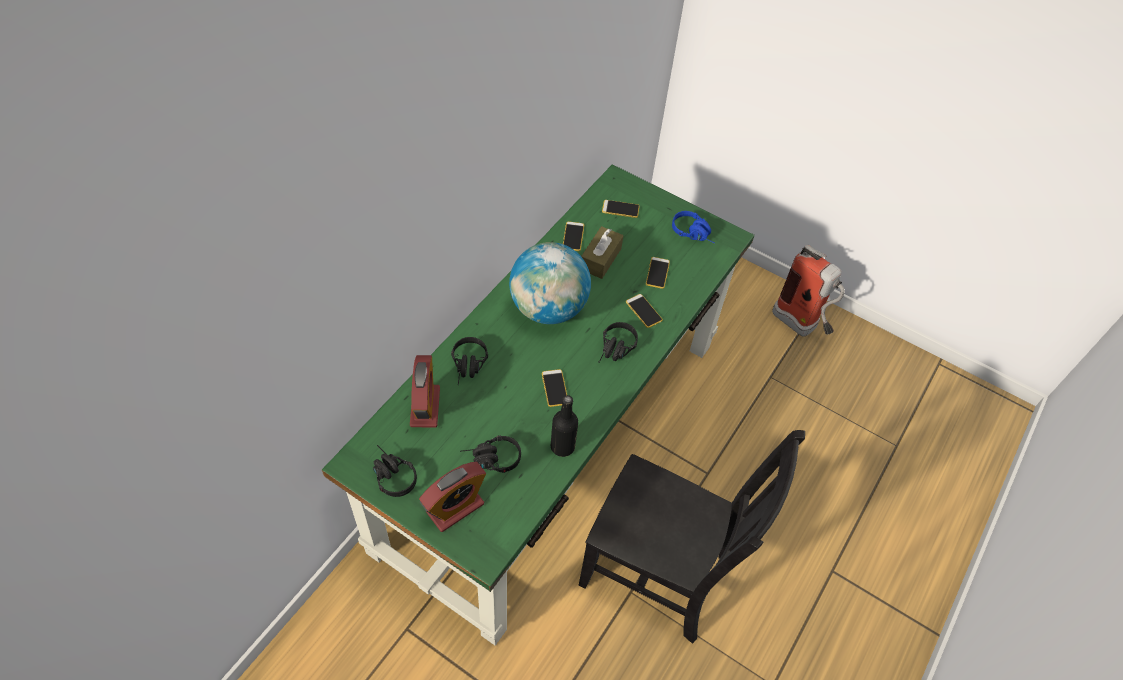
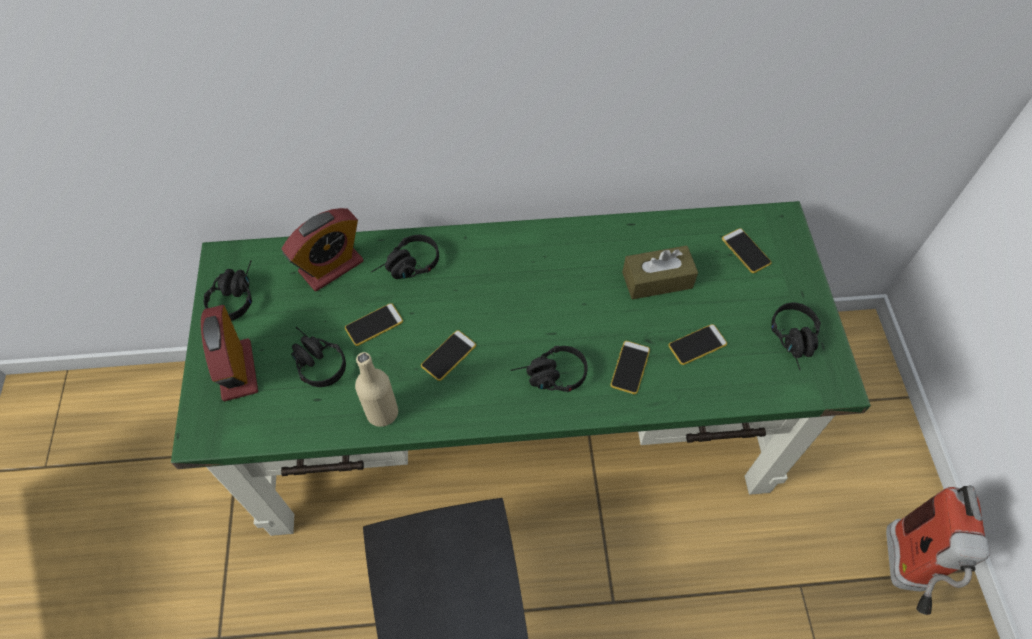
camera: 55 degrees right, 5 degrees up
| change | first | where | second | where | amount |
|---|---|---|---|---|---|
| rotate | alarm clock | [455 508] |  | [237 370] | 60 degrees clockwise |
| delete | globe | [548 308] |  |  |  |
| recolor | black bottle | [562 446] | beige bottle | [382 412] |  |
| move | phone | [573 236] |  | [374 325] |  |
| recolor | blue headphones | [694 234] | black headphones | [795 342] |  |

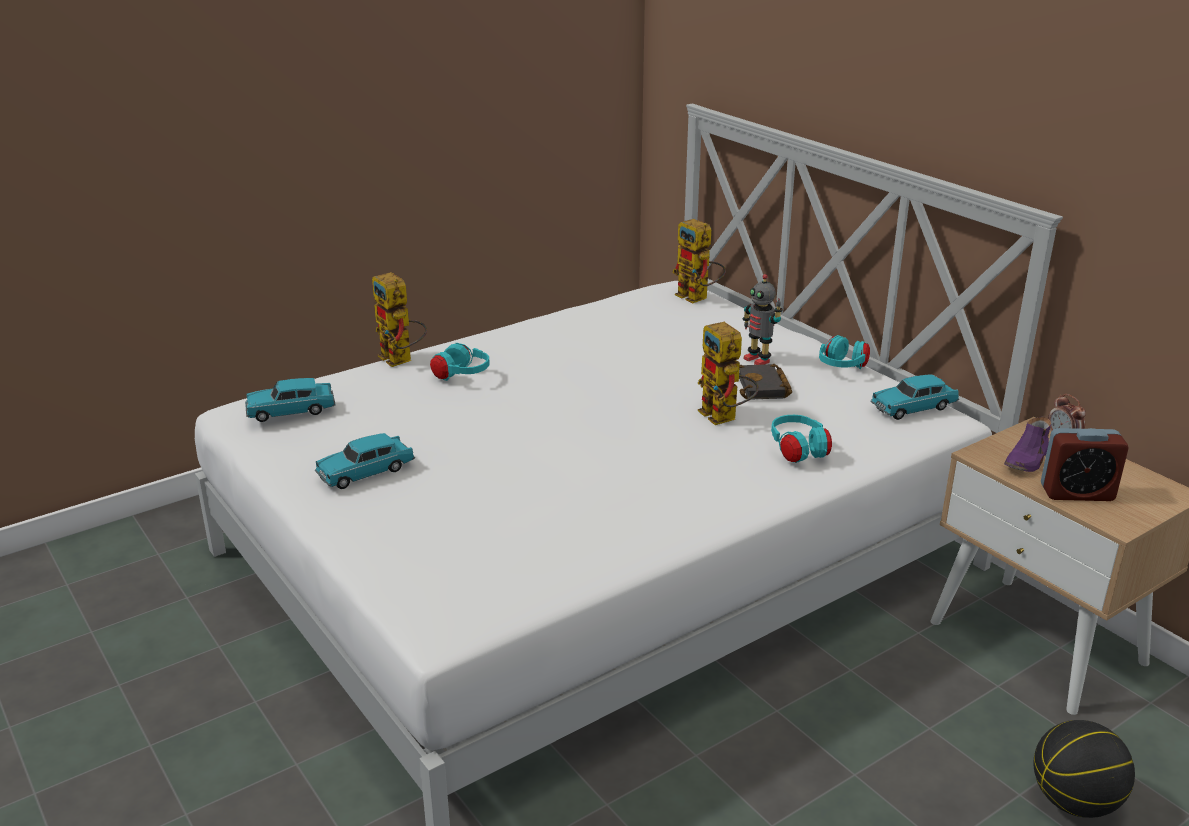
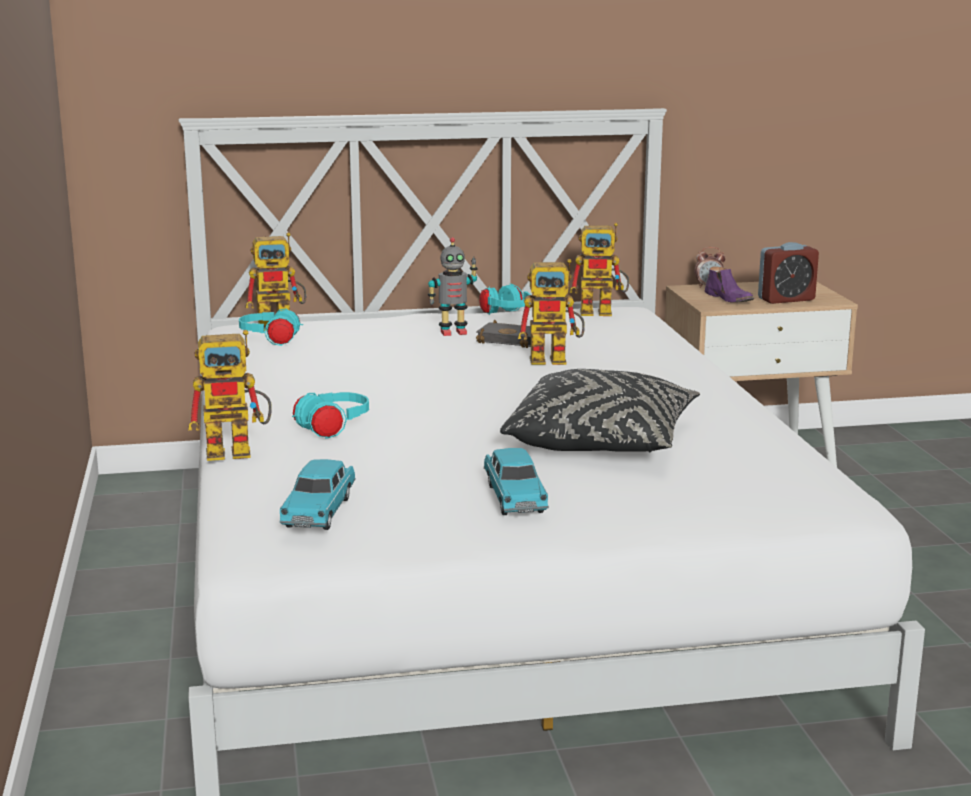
camera: 65 degrees left, 10 degrees down
| change | first | where | second | where | amount |
|---|---|---|---|---|---|
| move | turquoise headphones | [798 452] |  | [271 341] |  |
| replace | turquoise toy car | [913 408] | toy robot | [603 312] |  |
| delete | basketball | [1074 802] |  |  |  |
| rotate | alarm clock | [1077 493] |  | [786 299] | 45 degrees clockwise |
| insert |  |  | black pillow | [601 442] |  |

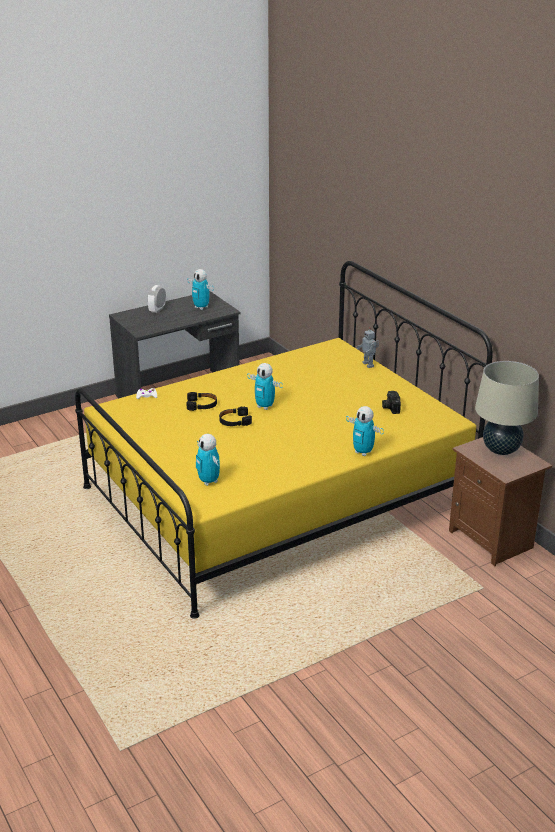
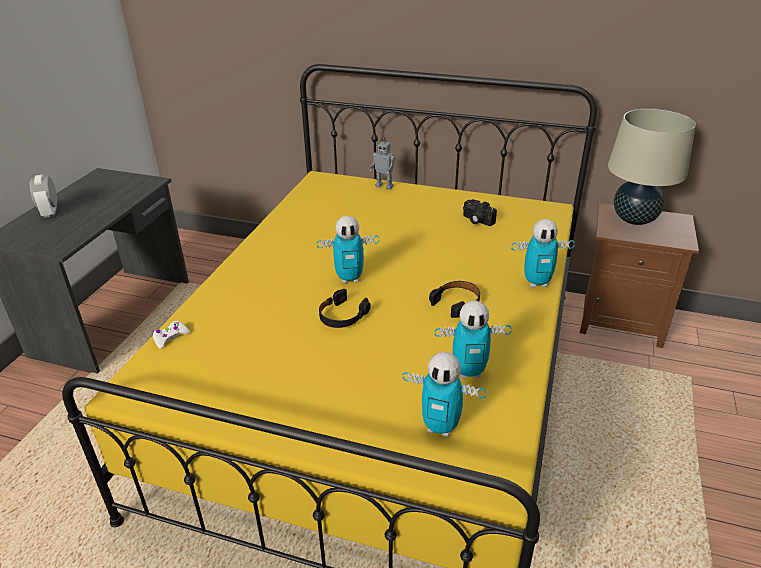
camera: 40 degrees left, 5 degrees up
| change | first | where | second | where | amount |
|---|---|---|---|---|---|
| move | toy robot | [201 307] |  | [469 372] |  |
| move | black headphones | [202 405] |  | [457 302] |  |

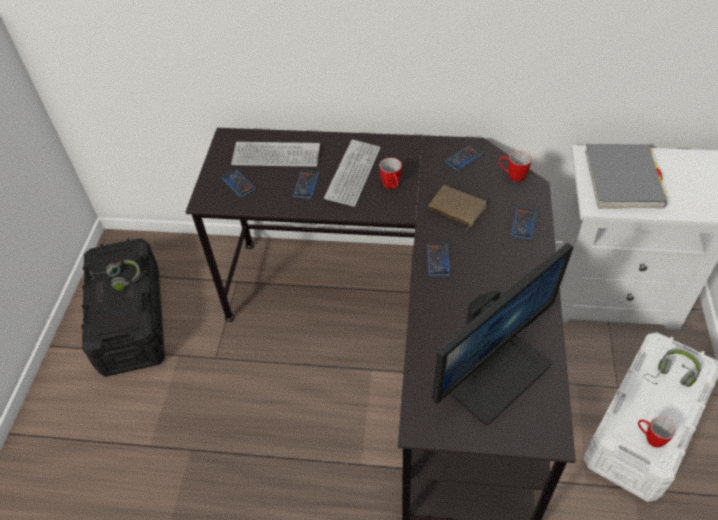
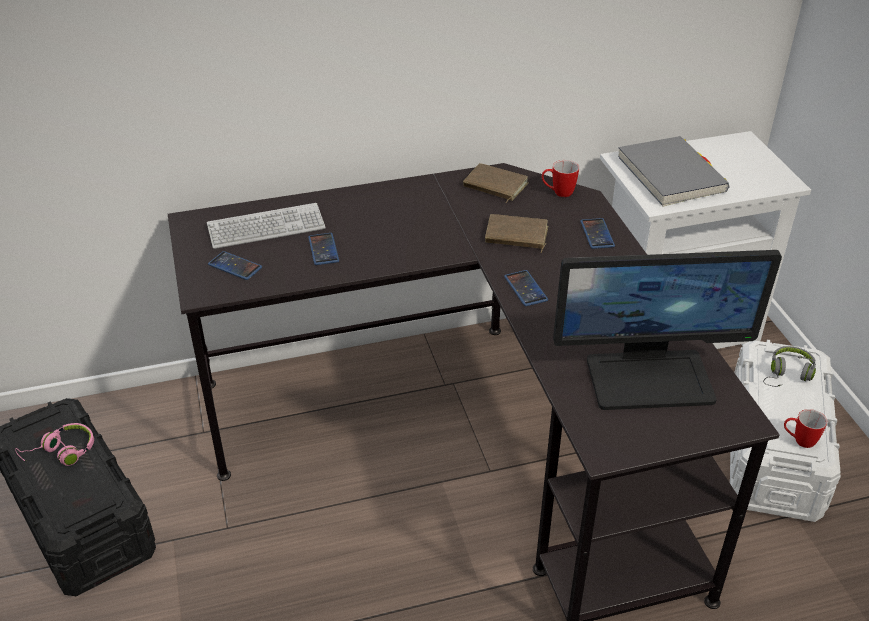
camera: 25 degrees left, 10 degrees down
| change | first | where | second | where | amount |
|---|---|---|---|---|---|
| recolor | grey headphones | [118 279] | pink headphones | [61 452] |  |
| delete | keyboard | [353 173] |  |  |  |
| delete | mug | [392 187] |  |  |  |
| rotate | monitor | [493 372] |  | [650 378] | 60 degrees clockwise |
| replace | phone | [463 158] | brown book | [494 186] |  |

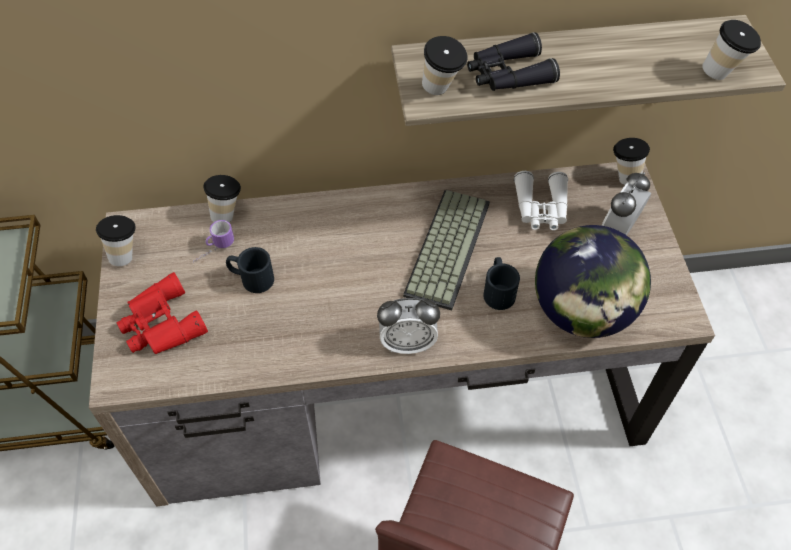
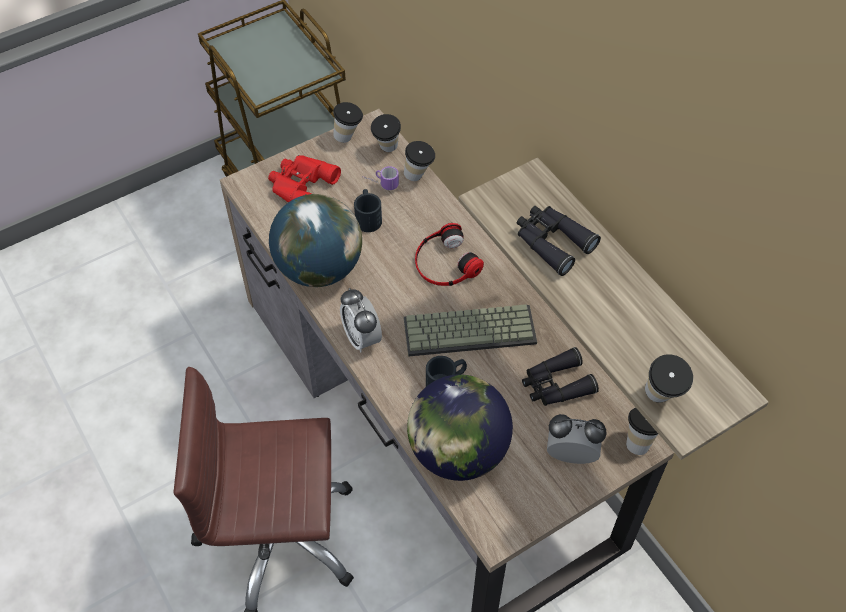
camera: 65 degrees right, 0 degrees up
| change | first | where | second | where | amount |
|---|---|---|---|---|---|
| move | cup | [442 91] |  | [387 150] |  |
| recolor | white binoculars | [541 208] | black binoculars | [555 385] |  |
| insert |  |  | globe | [319 269] |  |
| insert |  |  | headphones | [445 262] |  |

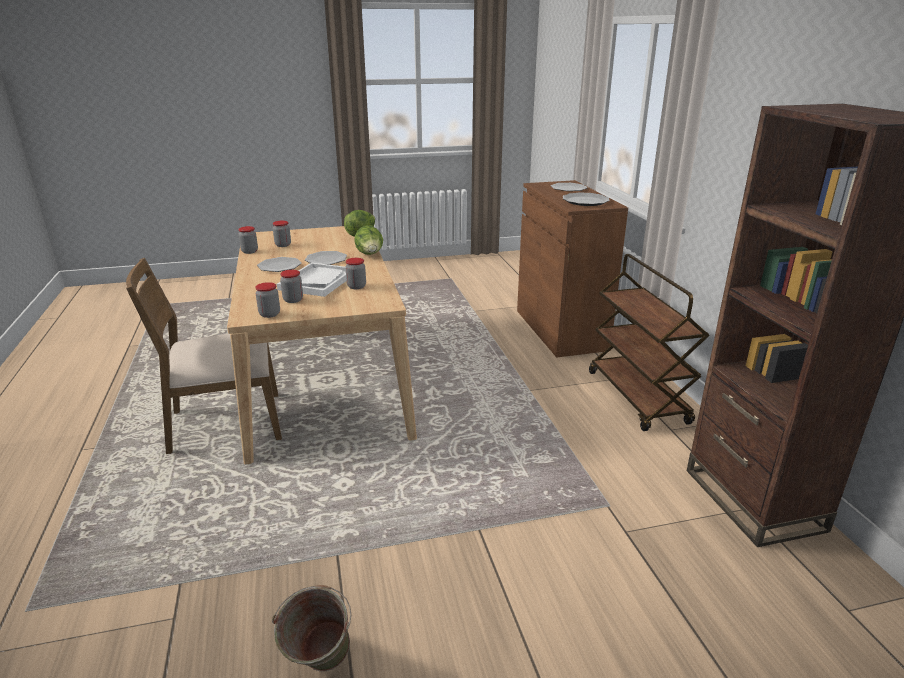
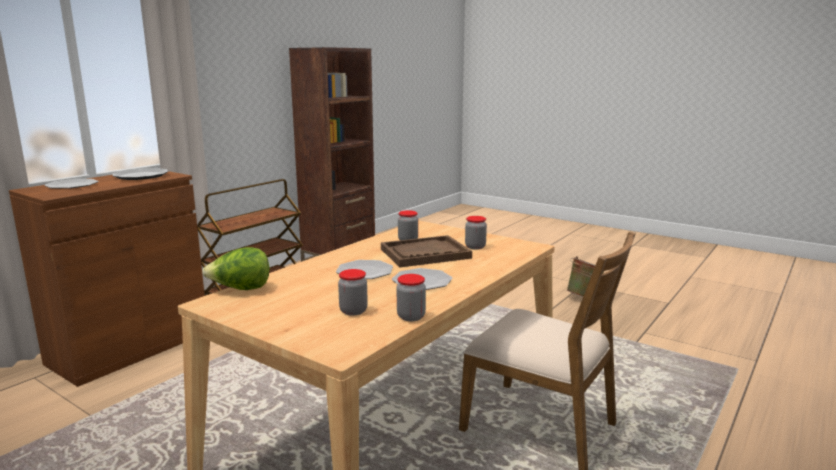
camera: 130 degrees left, 10 degrees down
| change | first | where | second | where | amount |
|---|---|---|---|---|---|
| delete | jar | [269 314] |  |  |  |
| recolor | white tray | [318 281] | brown tray | [425 254] |  |
| delete | lettuce | [370 255] |  |  |  |

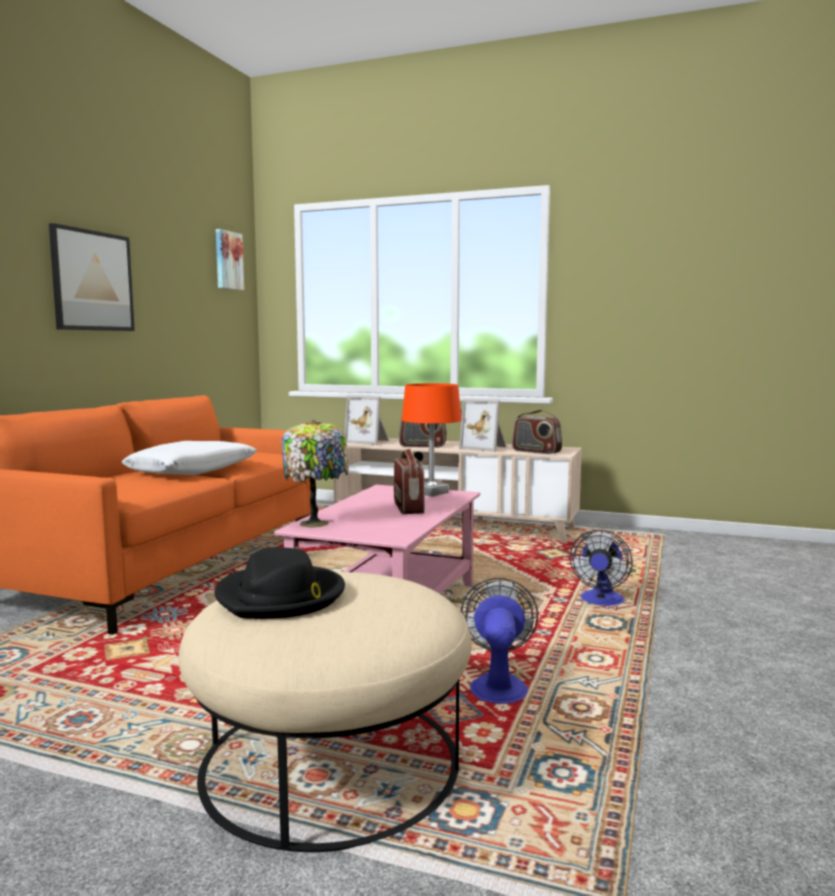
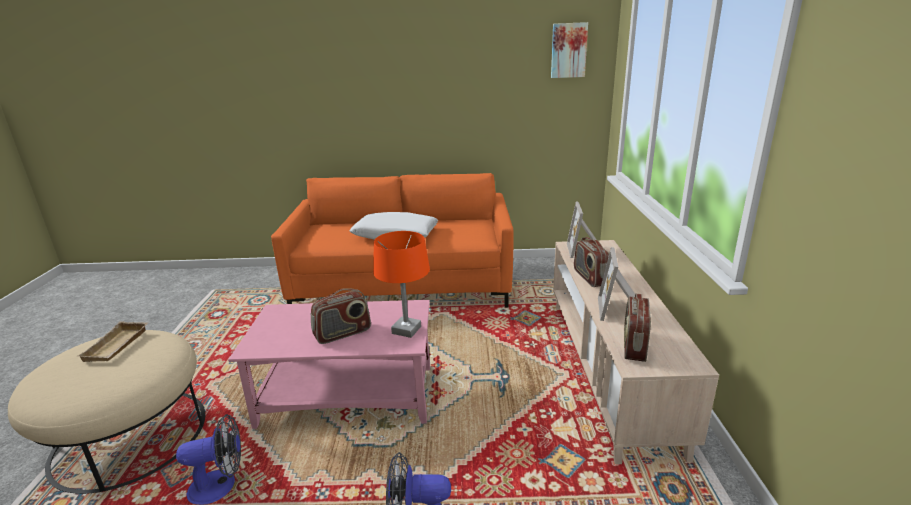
camera: 70 degrees right, 15 degrees up
| change | first | where | second | where | amount |
|---|---|---|---|---|---|
| delete | picture | [92 281] |  |  |  |
| replace | black hat | [281 597] | beige tray | [117 346] |  |
| delete | table lamp | [316 523] |  |  |  |

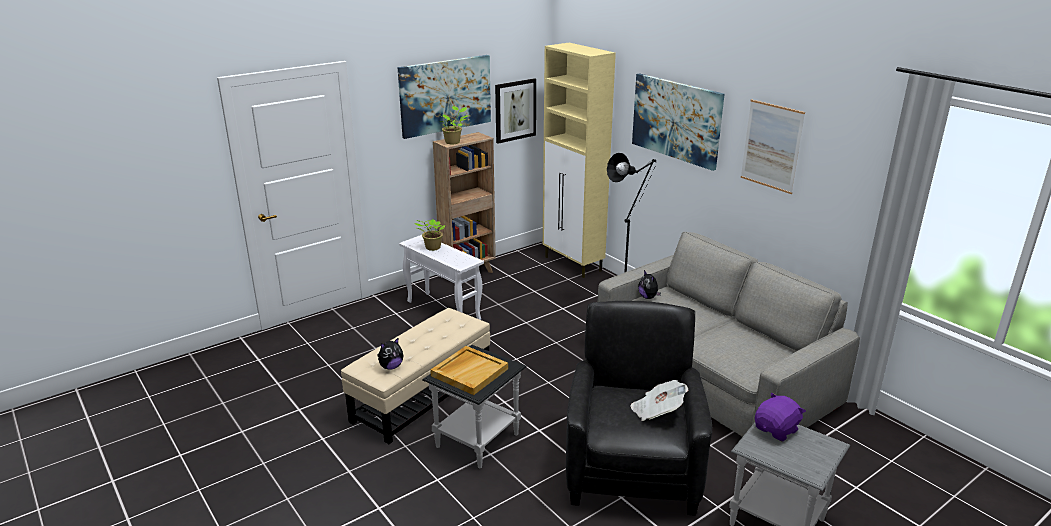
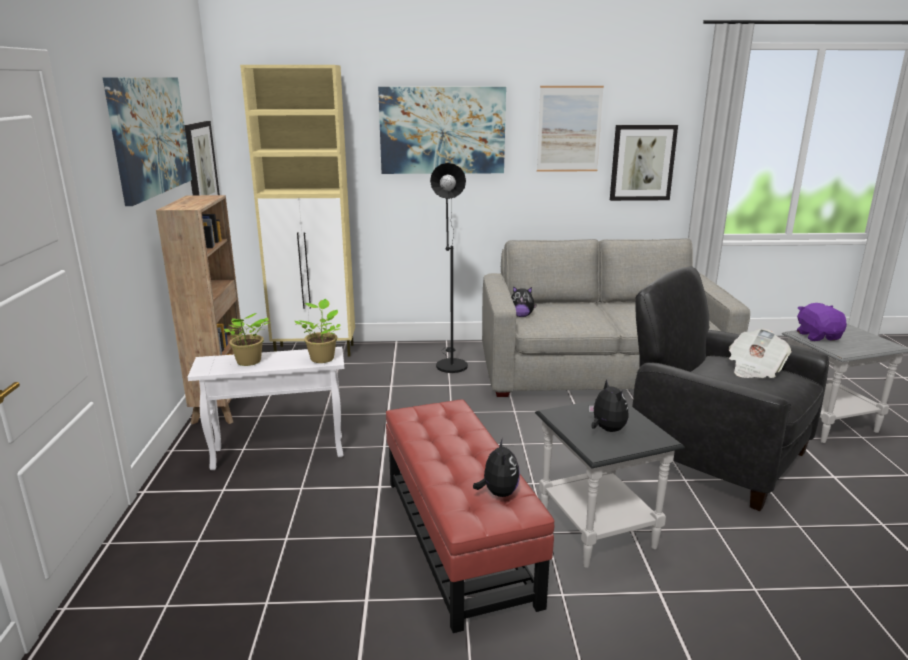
camera: 55 degrees left, 5 degrees down
| change | first | where | second | where | amount |
|---|---|---|---|---|---|
| recolor | beige ottoman | [422 396] | red ottoman | [457 538] |  |
| replace | beige tray | [469 372] | plush toy | [606 430] |  |
| move | potted plant | [453 142] |  | [322 358] |  |
| insert |  |  | picture | [642 162] |  |

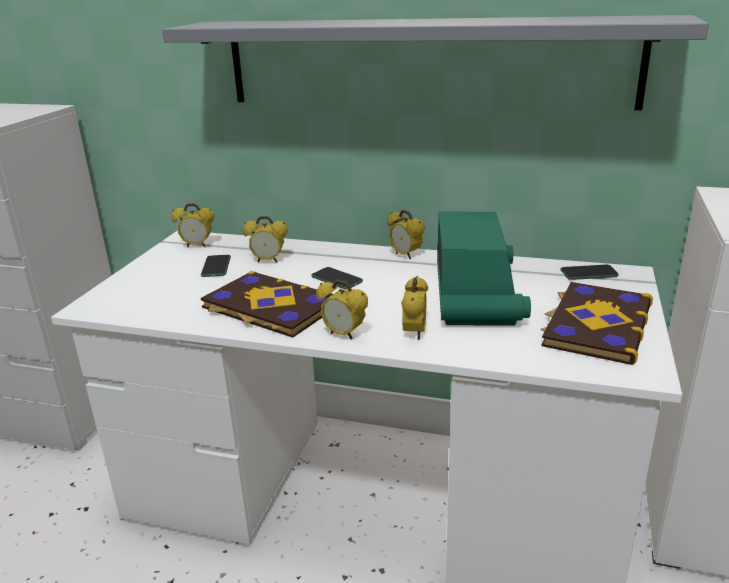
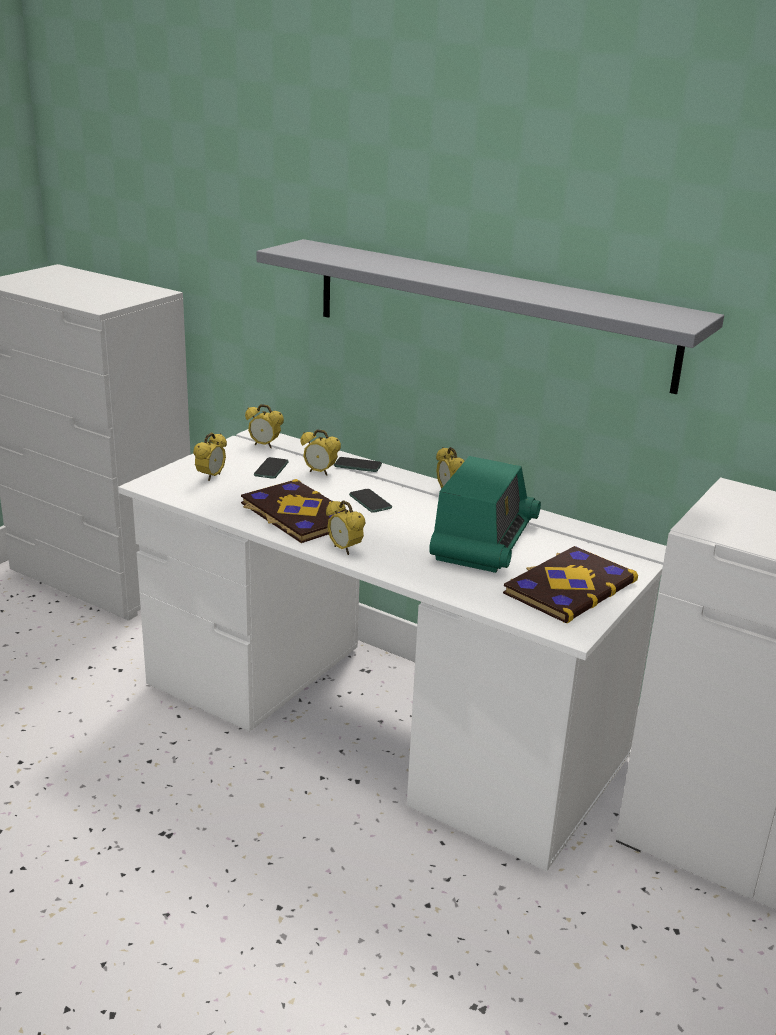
camera: 15 degrees right, 0 degrees up
| change | first | where | second | where | amount |
|---|---|---|---|---|---|
| move | alarm clock | [415 333] |  | [211 477] |  |
| move | phone | [588 273] |  | [358 465] |  |

